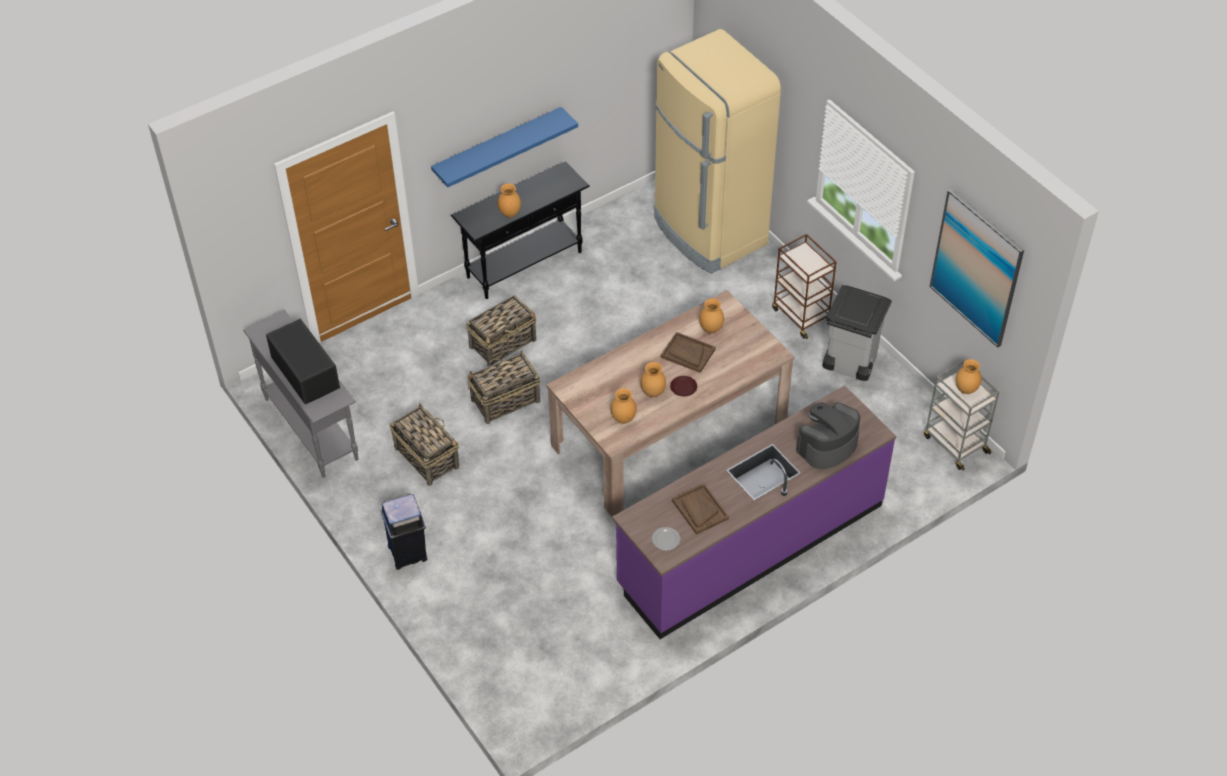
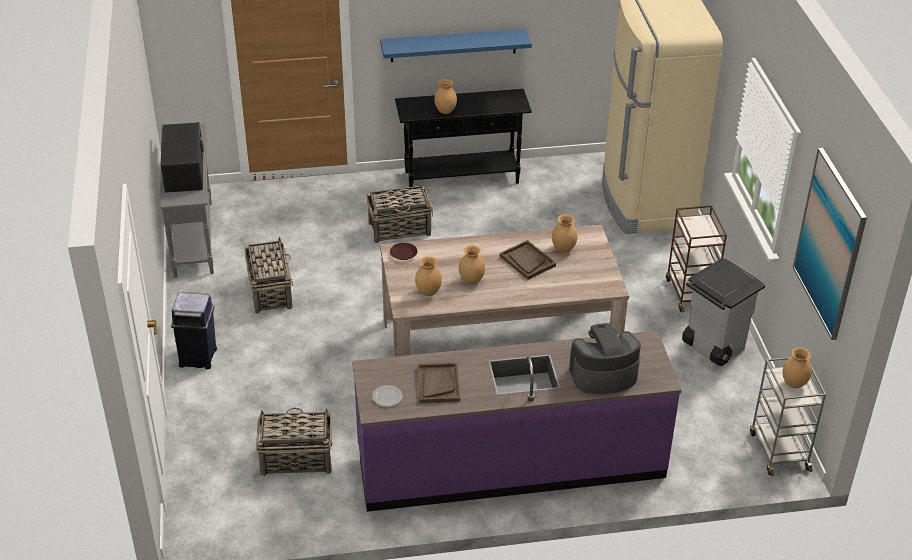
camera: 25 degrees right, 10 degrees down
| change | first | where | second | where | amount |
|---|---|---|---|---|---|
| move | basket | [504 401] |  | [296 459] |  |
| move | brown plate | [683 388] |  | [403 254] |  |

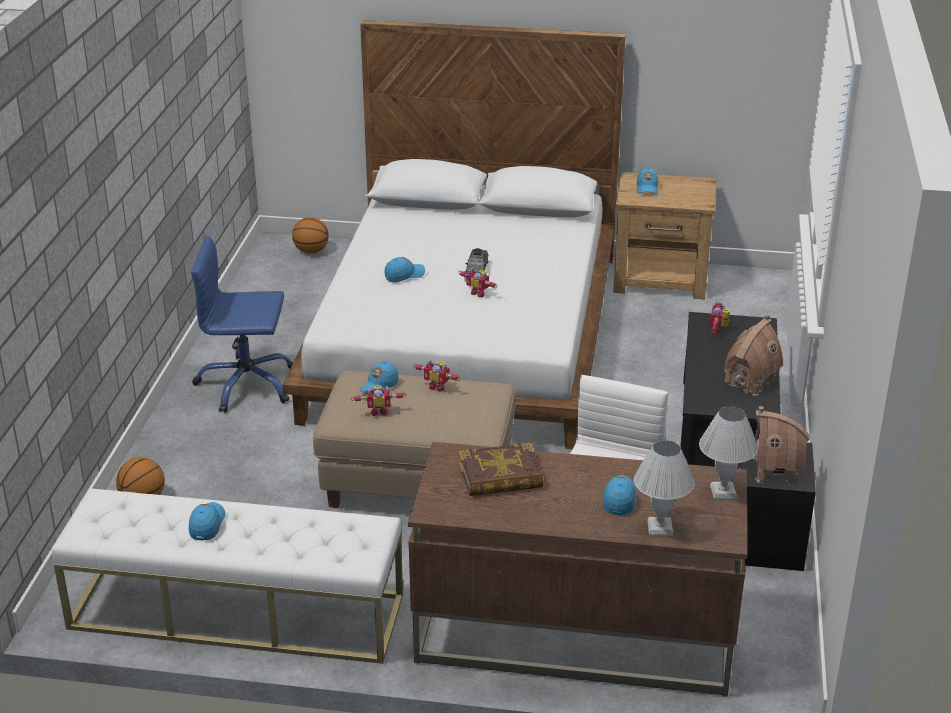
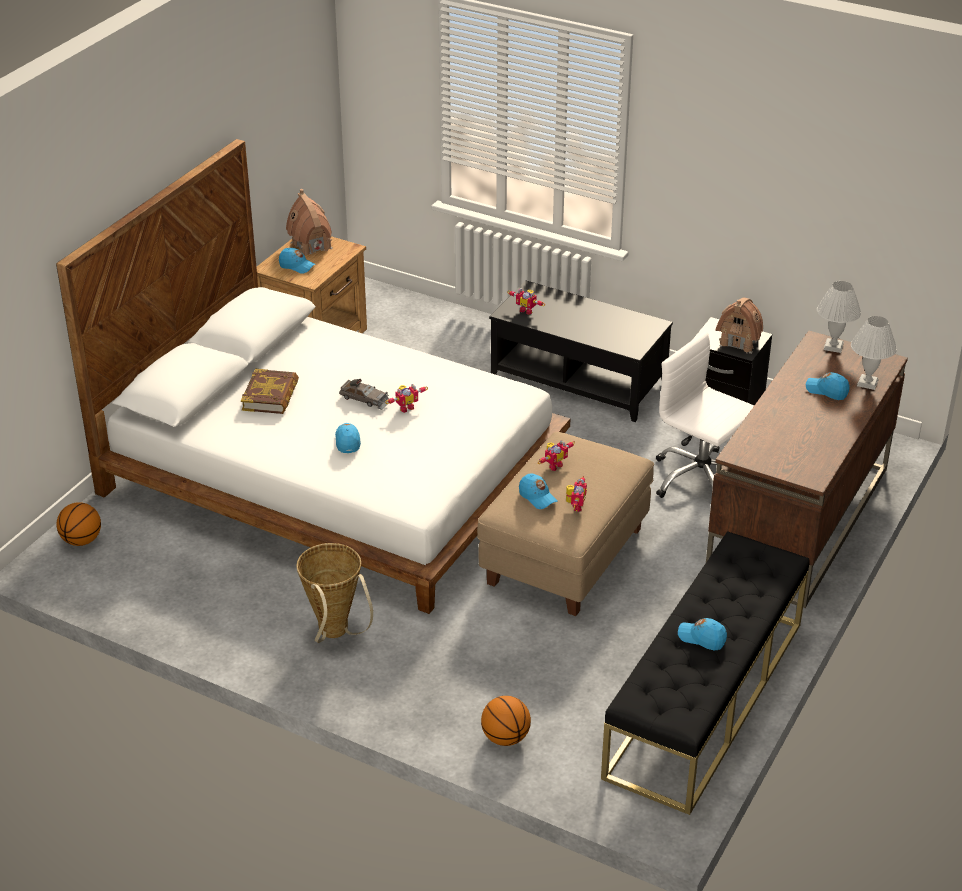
camera: 70 degrees left, 5 degrees up
| change | first | where | second | where | amount |
|---|---|---|---|---|---|
| recolor | white bench | [236 612] | black bench | [705 699] |  |
| replace | blue office chair | [247 385] | basket | [335 634] |  |
| move | book | [500 476] |  | [271 396] |  |
| move | toy house | [749 381] |  | [311 245] |  |

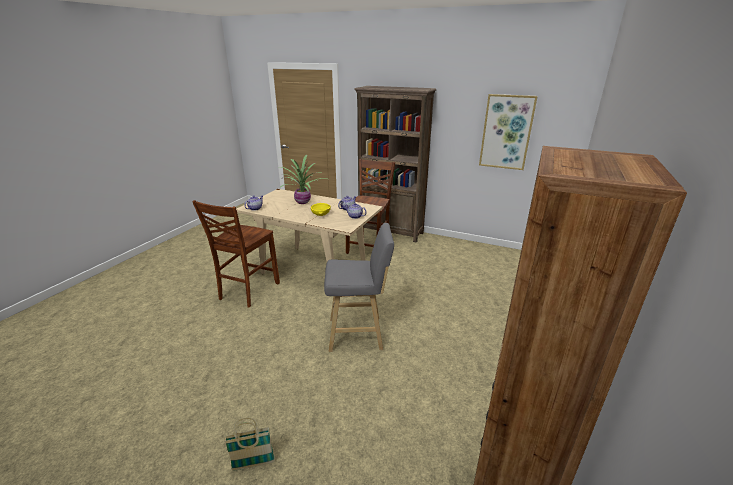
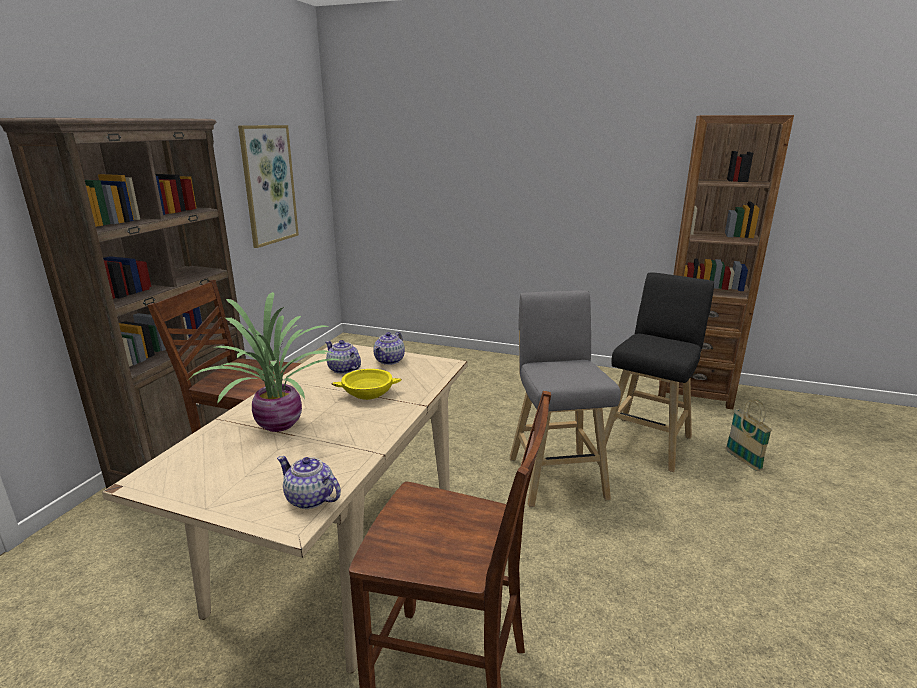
camera: 95 degrees left, 5 degrees down
| change | first | where | second | where | amount |
|---|---|---|---|---|---|
| move | basket | [253 464] |  | [743 460] |  |
| insert |  |  | black stool | [647 441] |  |

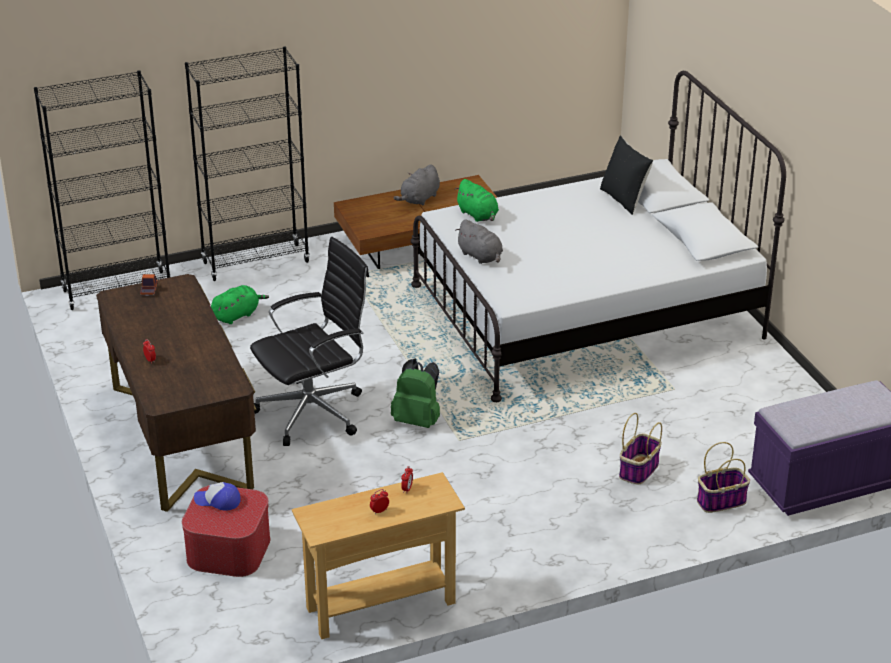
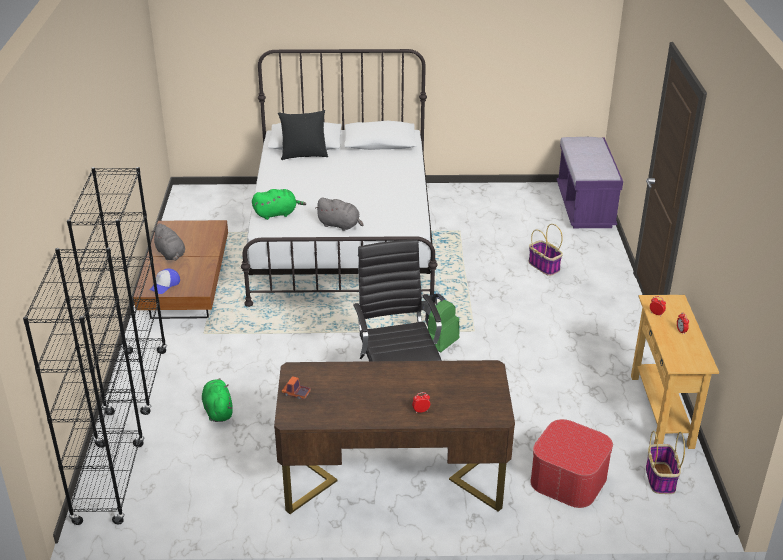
camera: 70 degrees left, 0 degrees up
| change | first | where | second | where | amount |
|---|---|---|---|---|---|
| move | cap | [218 501] |  | [165 285] |  |
| rotate | grey plush toy | [481 256] |  | [340 225] | 45 degrees clockwise |
| move | basket | [721 501] |  | [660 478] |  |

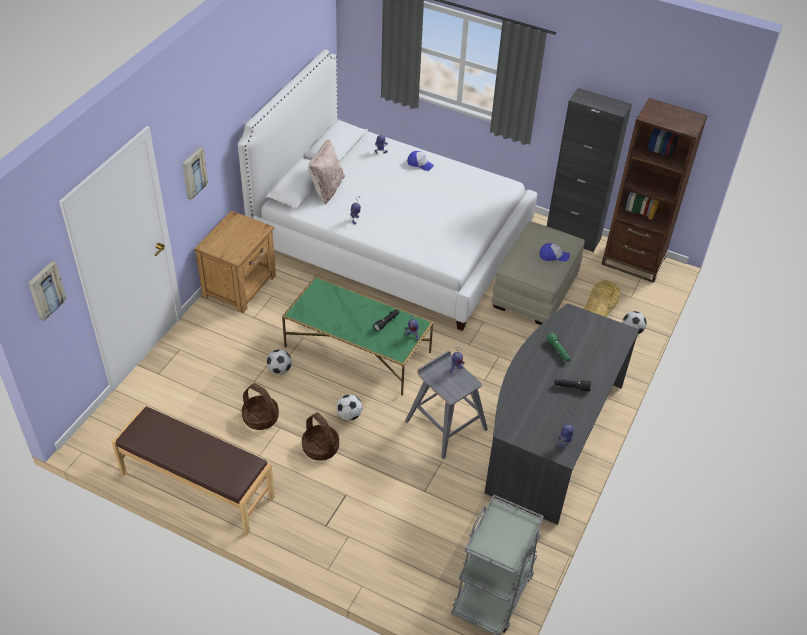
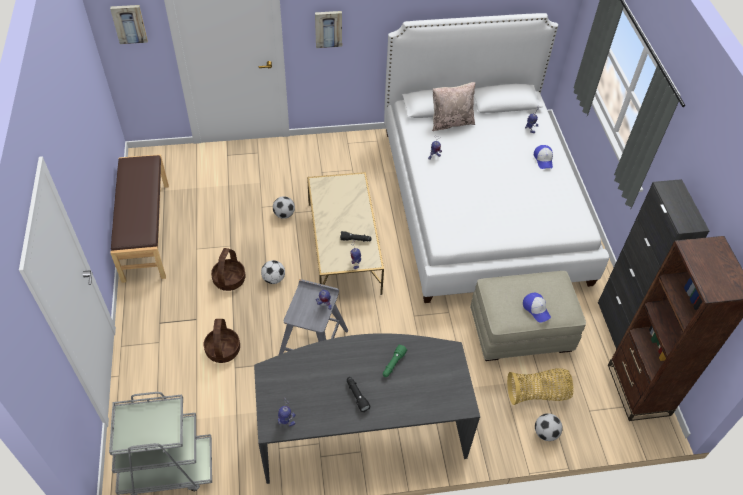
camera: 55 degrees right, 5 degrees up
| change | first | where | second | where | amount |
|---|---|---|---|---|---|
| delete | brown nightstand | [240 285] |  |  |  |
| move | basket | [260 418] |  | [222 349] |  |
| recolor | green coffee table | [358 349] | beige coffee table | [344 247] |  |

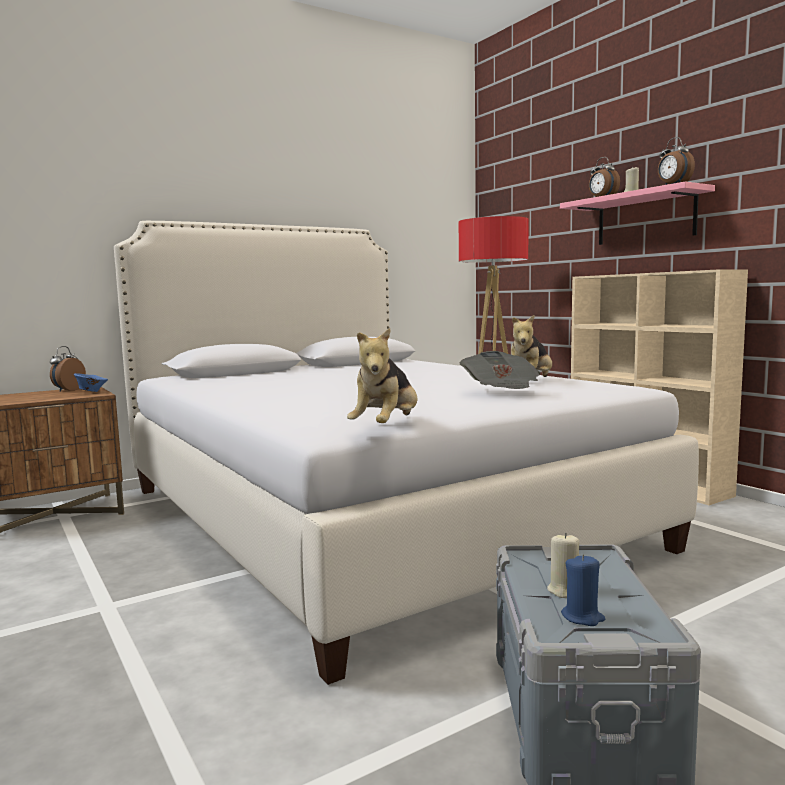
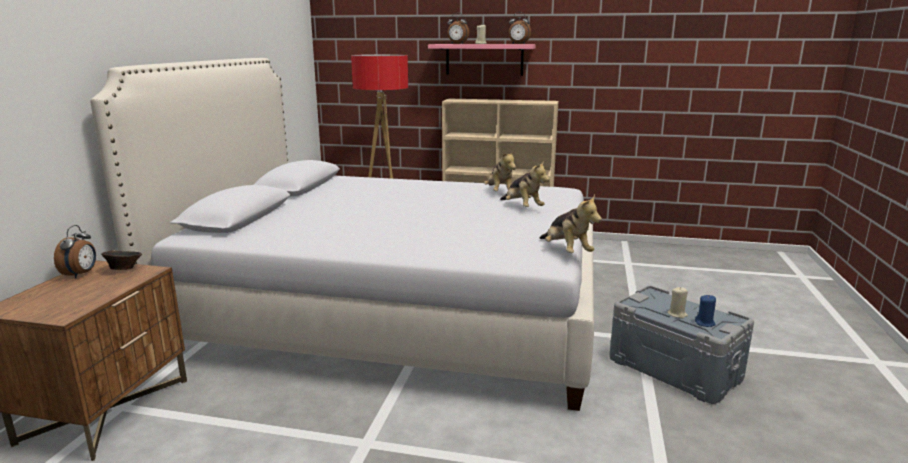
camera: 45 degrees left, 10 degrees up
| change | first | where | second | where | amount |
|---|---|---|---|---|---|
| rotate | alarm clock | [67 390] |  | [81 274] | 150 degrees counterclockwise |
| recolor | blue bowl | [91 391] | brown bowl | [124 269] |  |
| replace | newspaper | [502 394] | plush toy | [522 207] |  |

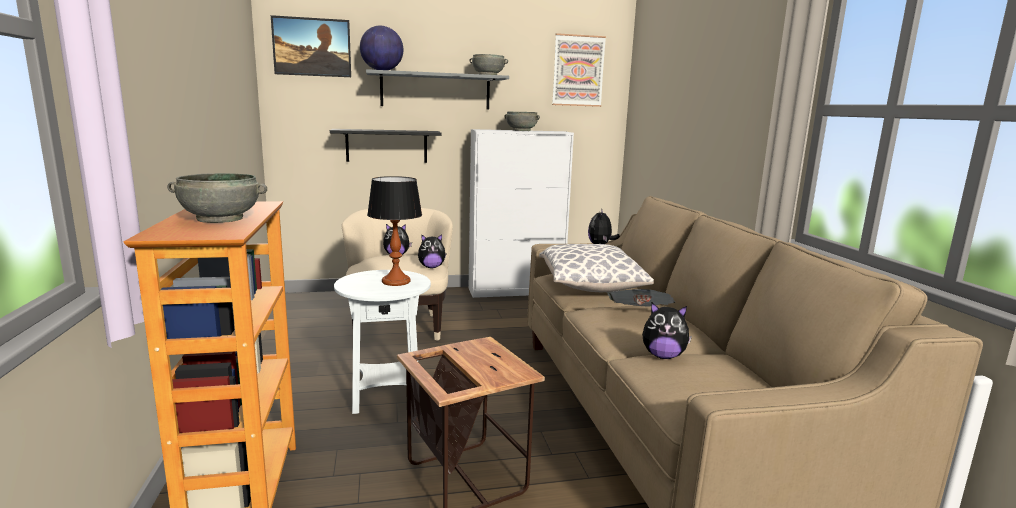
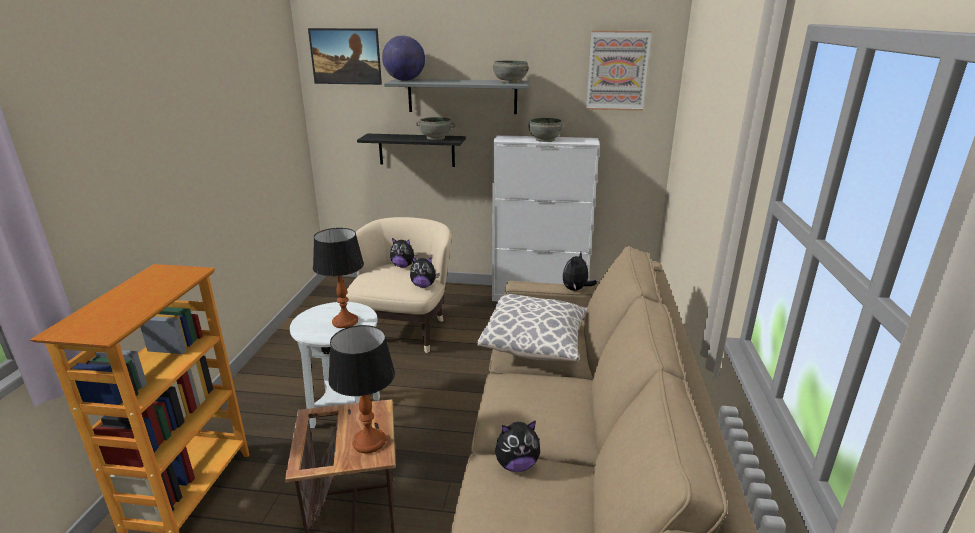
camera: 20 degrees right, 10 degrees up
| change | first | where | second | where | amount |
|---|---|---|---|---|---|
| move | grey bowl | [220 219] |  | [435 138] |  |
| delete | newspaper | [638 316] |  |  |  |
| rotate | plush toy | [663 356] |  | [516 464] | 45 degrees counterclockwise |
| insert |  |  | table lamp | [369 442] |  |

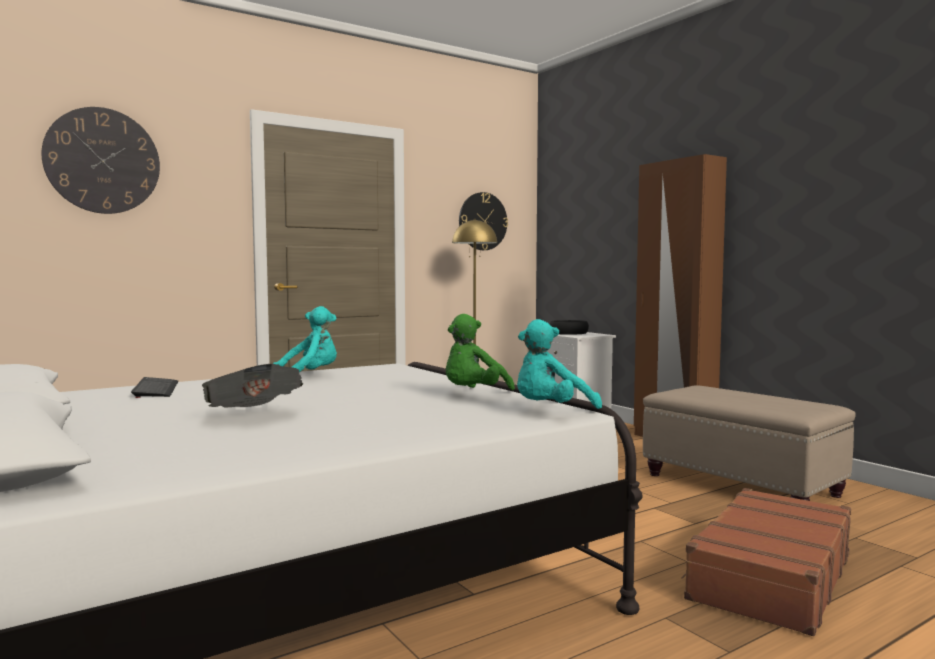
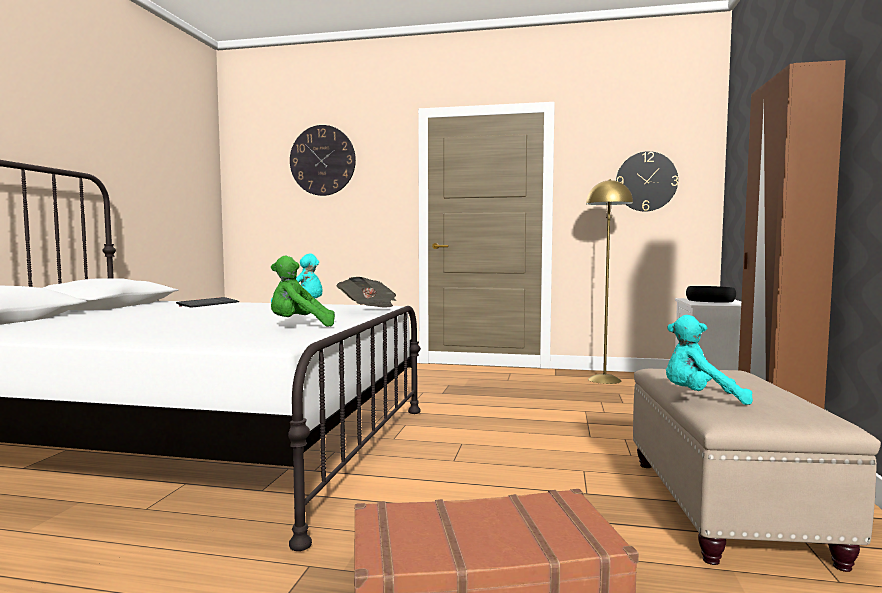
camera: 45 degrees right, 0 degrees up
| change | first | where | second | where | amount |
|---|---|---|---|---|---|
| move | newspaper | [254 415] |  | [369 310] |  |
| move | turquoise plush toy | [551 411] |  | [700 398] |  |

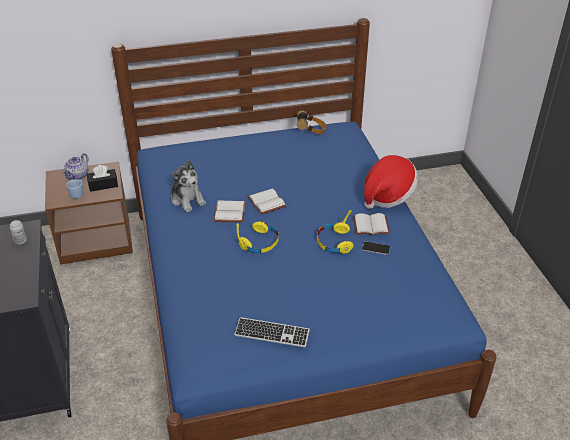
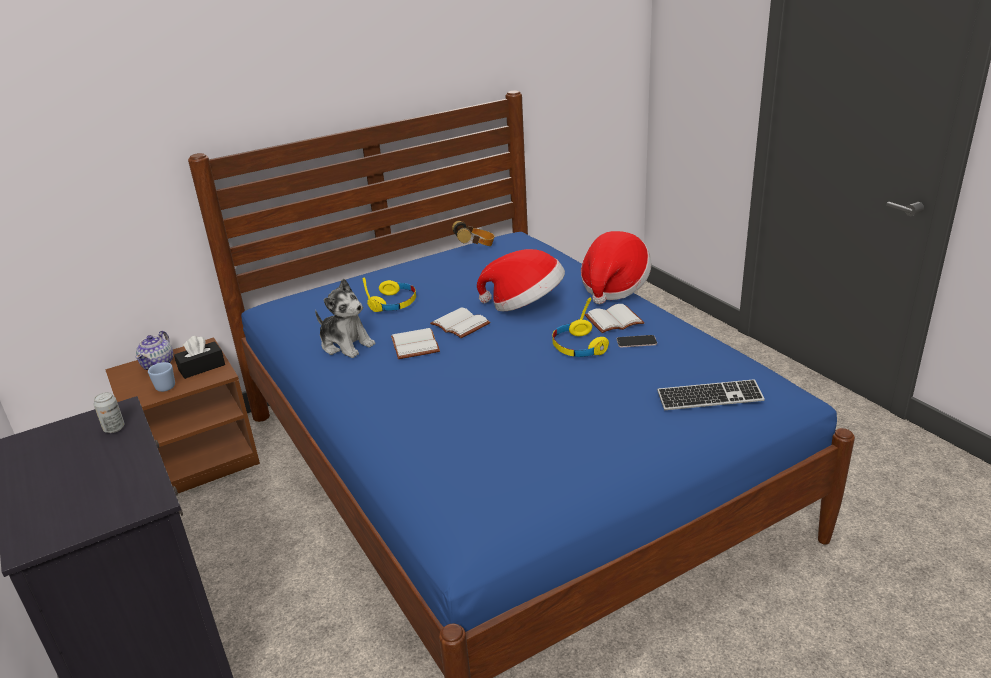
camera: 15 degrees left, 10 degrees down
| change | first | where | second | where | amount |
|---|---|---|---|---|---|
| move | keyboard | [272 333] |  | [710 397] |  |
| move | yellow headphones | [260 243] |  | [394 303] |  |
| insert |  |  | hat | [525 305] |  |

